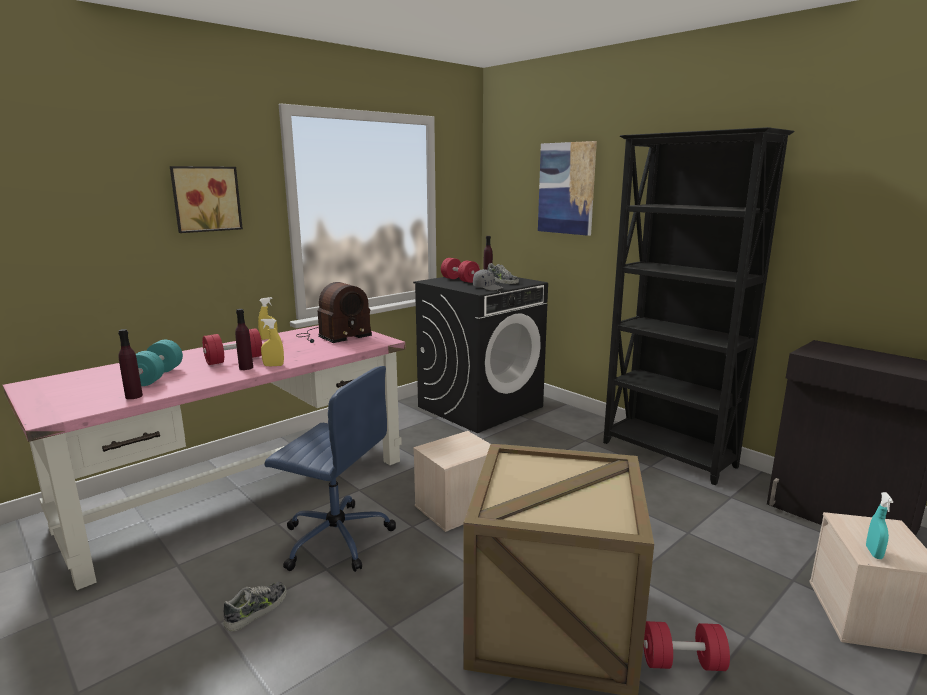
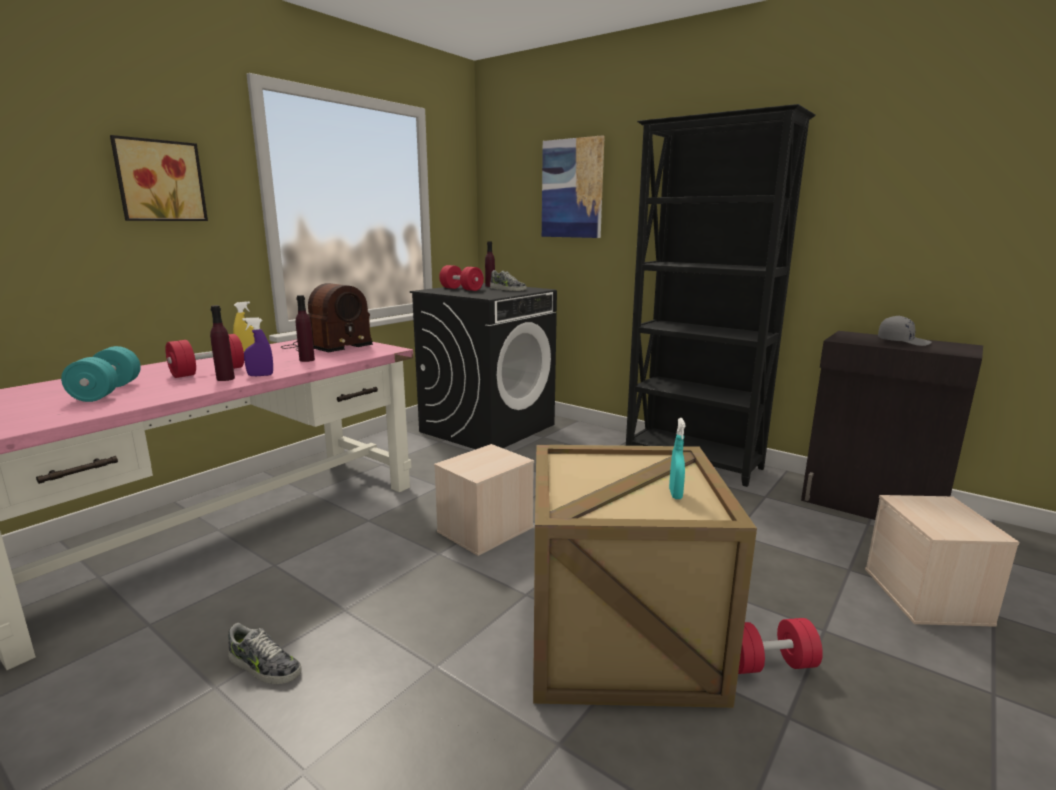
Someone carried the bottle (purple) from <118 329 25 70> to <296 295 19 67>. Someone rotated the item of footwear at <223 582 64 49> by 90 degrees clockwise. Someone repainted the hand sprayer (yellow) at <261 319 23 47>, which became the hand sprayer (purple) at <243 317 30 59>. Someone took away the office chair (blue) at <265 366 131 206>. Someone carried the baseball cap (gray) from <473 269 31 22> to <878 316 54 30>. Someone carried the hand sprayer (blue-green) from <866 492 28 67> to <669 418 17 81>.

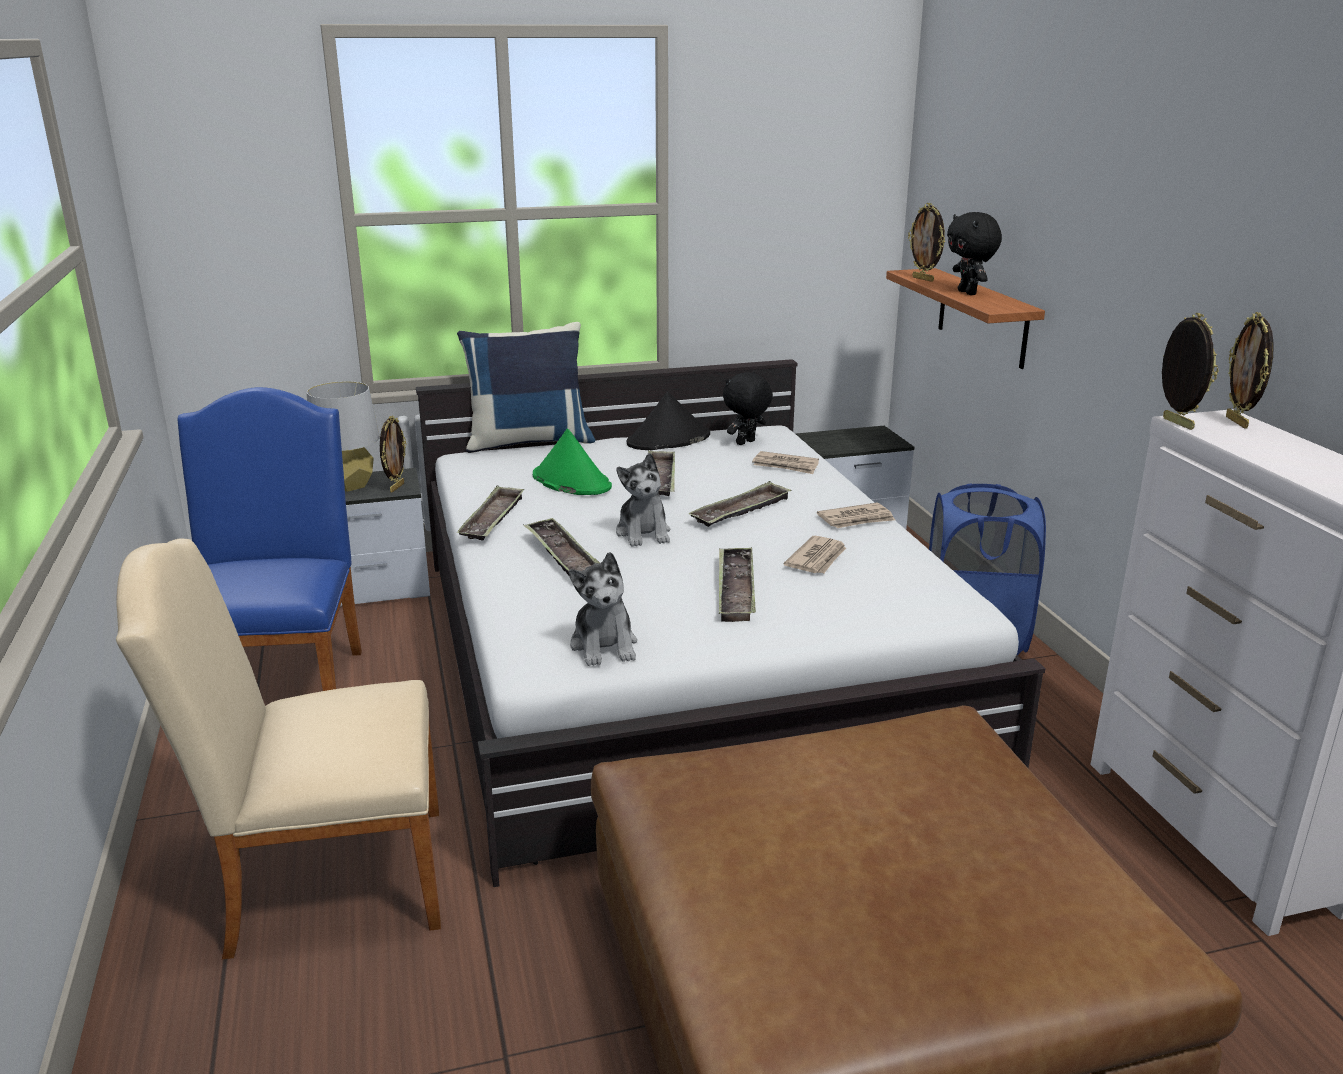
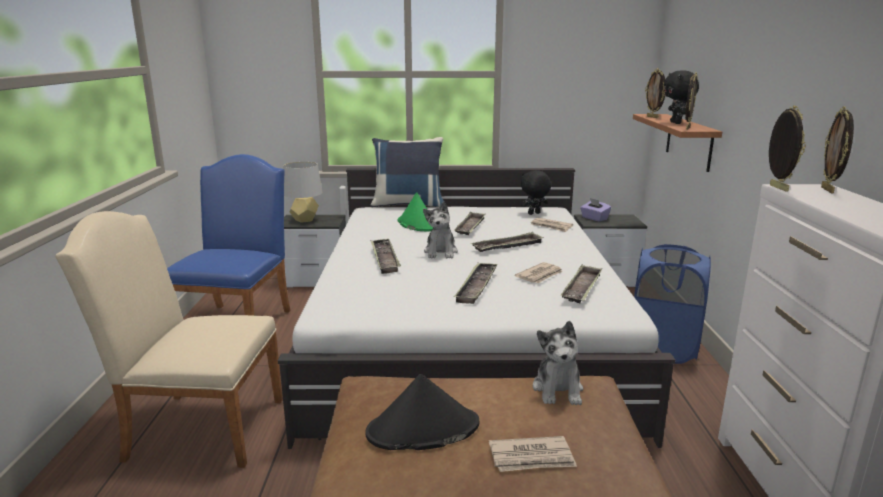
Someone carried the picture frame from <380 416 26 77> to <685 72 13 58>. Someone carried the serving tray from <457 486 67 55> to <561 264 41 40>. Someone carried the cuddly toy from <569 552 68 114> to <533 321 50 84>. Someone carried the wearable hat (blackish) from <627 392 83 58> to <365 374 114 76>. Someone carried the daily paper from <817 503 78 25> to <489 436 88 36>. Someone put down the tissue box (purple) at <580 198 31 24>.

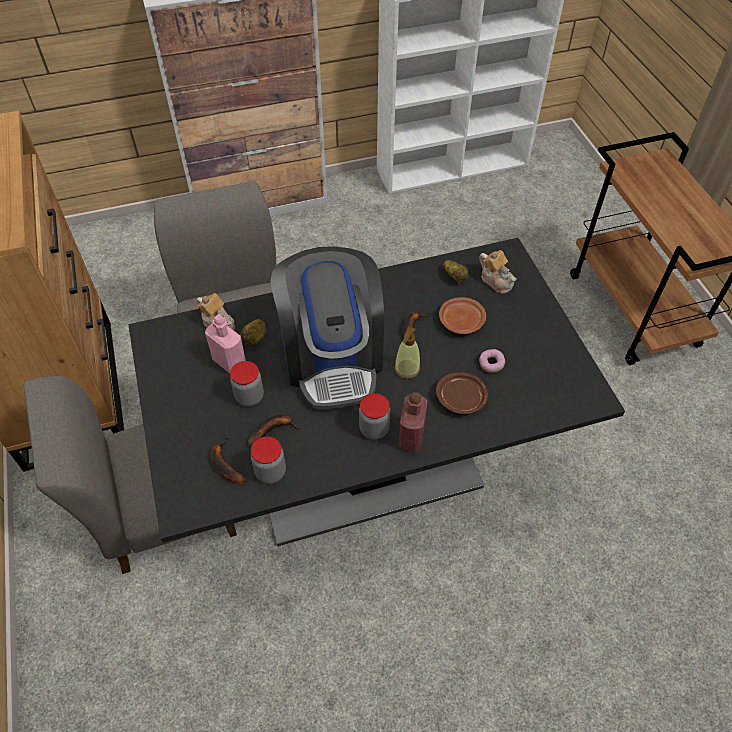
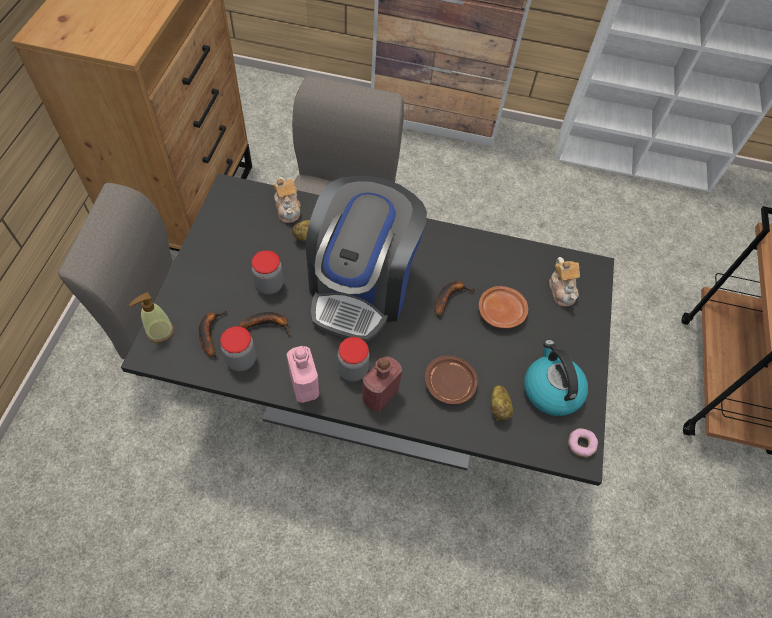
Someone carried the bottle (pink) from <205 314 41 59> to <287 346 32 57>. Someone carried the liquid soap bottle from <394 326 26 53> to <129 292 45 51>. Someone carried the whole potato from <443 260 26 23> to <491 385 22 36>. Someone carried the donut from <479 349 26 24> to <568 428 30 29>. Someone put down the kettle at <524 340 64 76>.

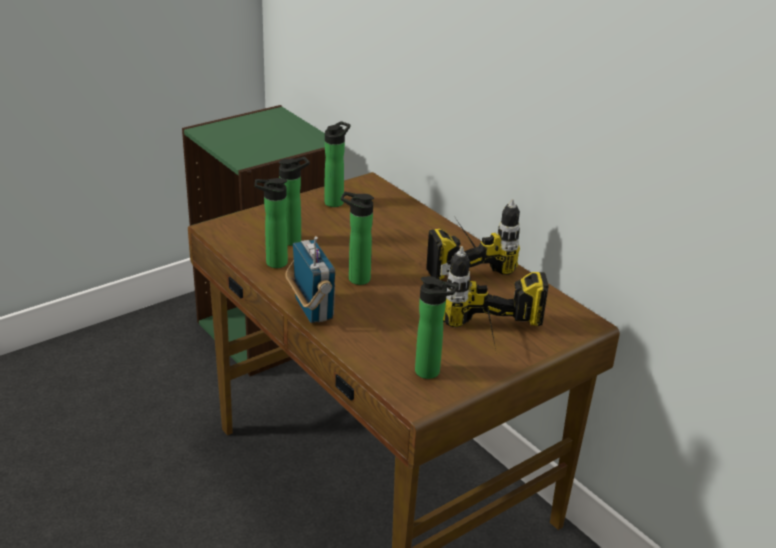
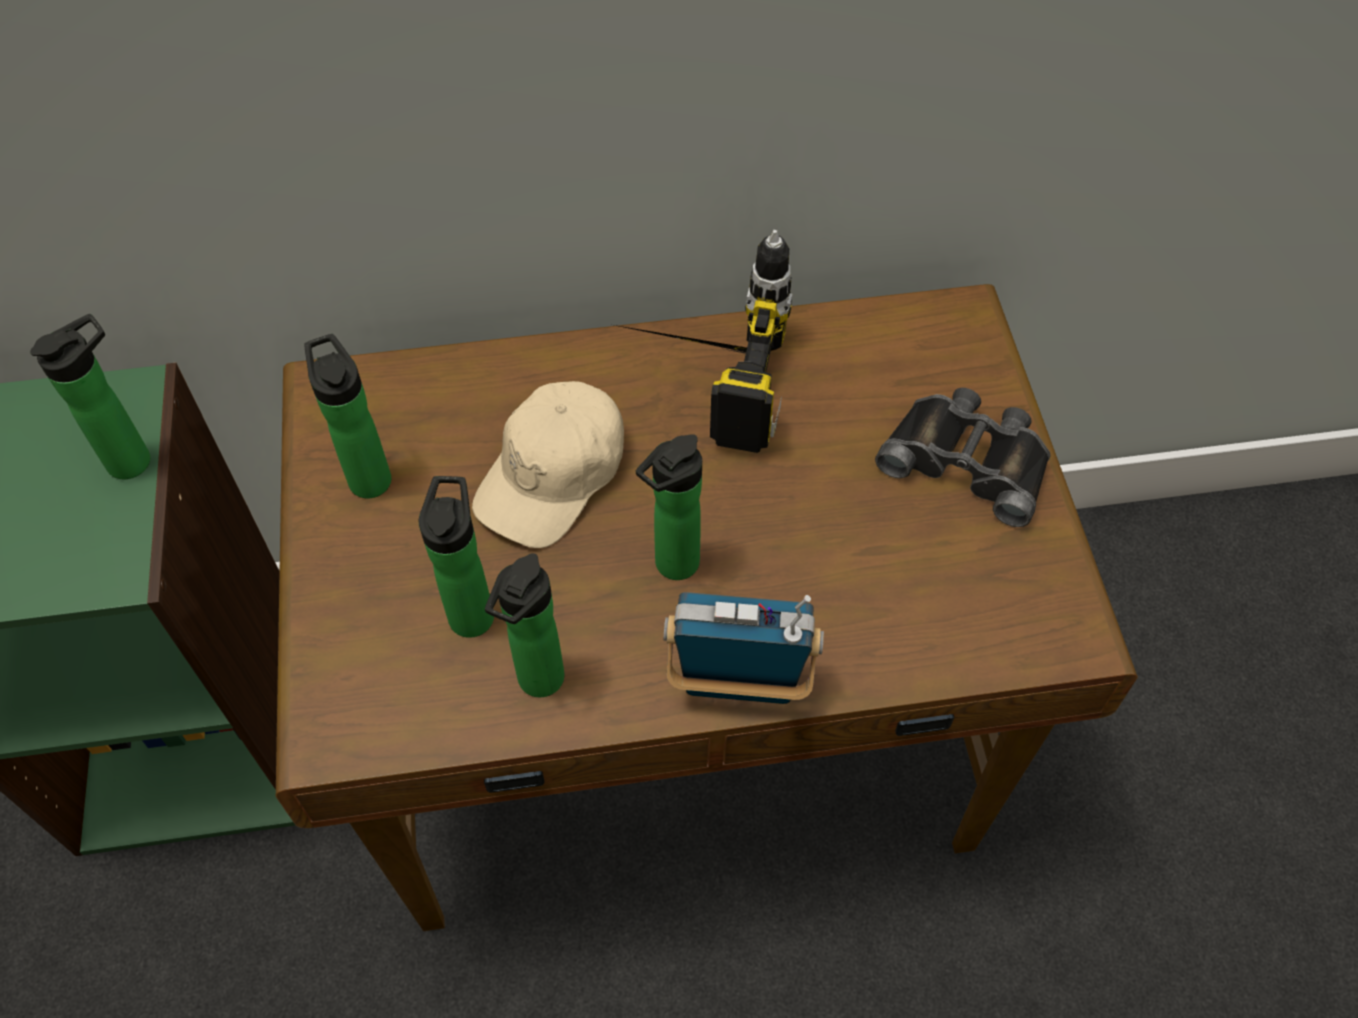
Someone carried the bottle from <415 276 44 103> to <30 314 120 165>. Someone swapped the drill at <443 246 106 103> for the field glasses (blackish) at <875 388 176 139>. Someone put down the baseball cap (beige) at <472 381 152 167>.

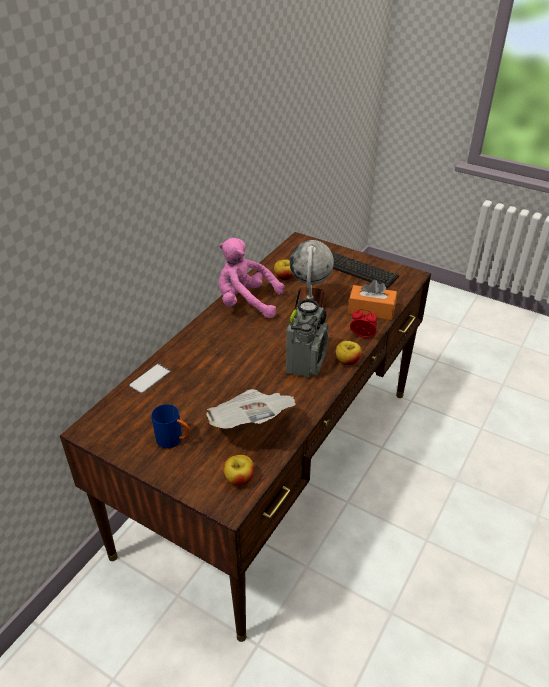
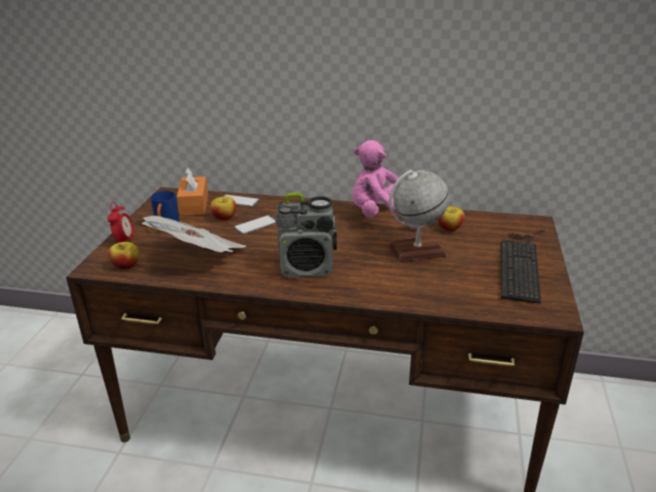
Someone rotated the cuddly toy (pink) at <219 238 65 80> by 75 degrees counterclockwise. Someone carried the apple fruit from <335 341 26 24> to <210 196 26 24>. Someone carried the tissue box (orangey) from <348 280 49 40> to <177 168 31 48>. Someone carried the table clock from <350 309 27 29> to <107 202 27 41>. Someone put down the handset at <234 215 41 19>.

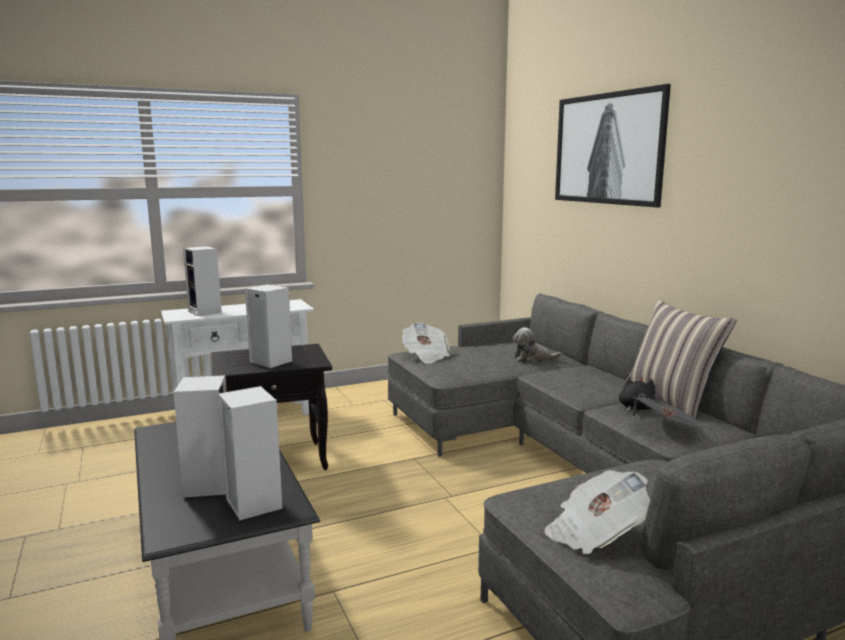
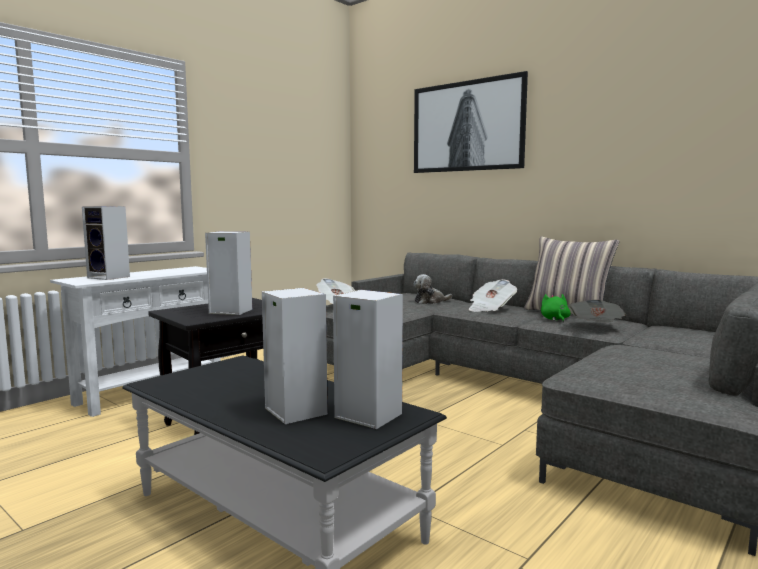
Someone carried the daily paper from <544 470 107 84> to <469 279 48 33>. Someone repainted the cuddly toy (blackish) at <619 376 37 40>, which became the cuddly toy (green) at <541 294 30 28>.

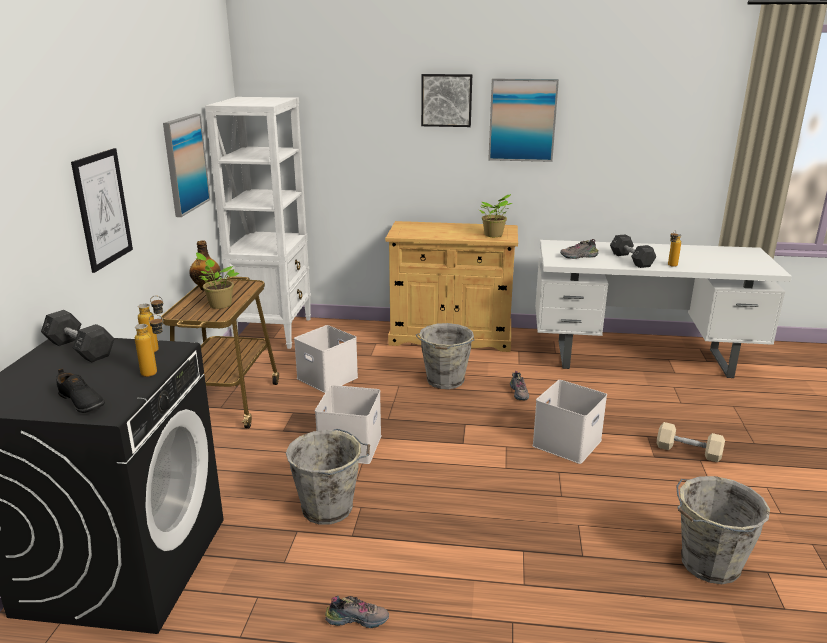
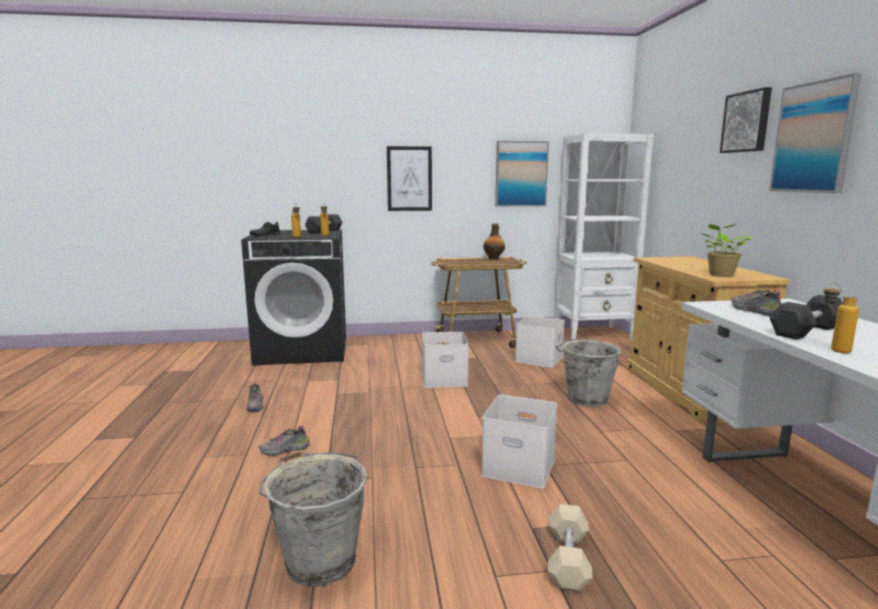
Someone took away the potted plant at <195 252 45 57>. Someone took away the bucket (gray) at <286 429 84 96>. Someone carried the item of footwear from <510 371 19 30> to <259 426 51 29>.

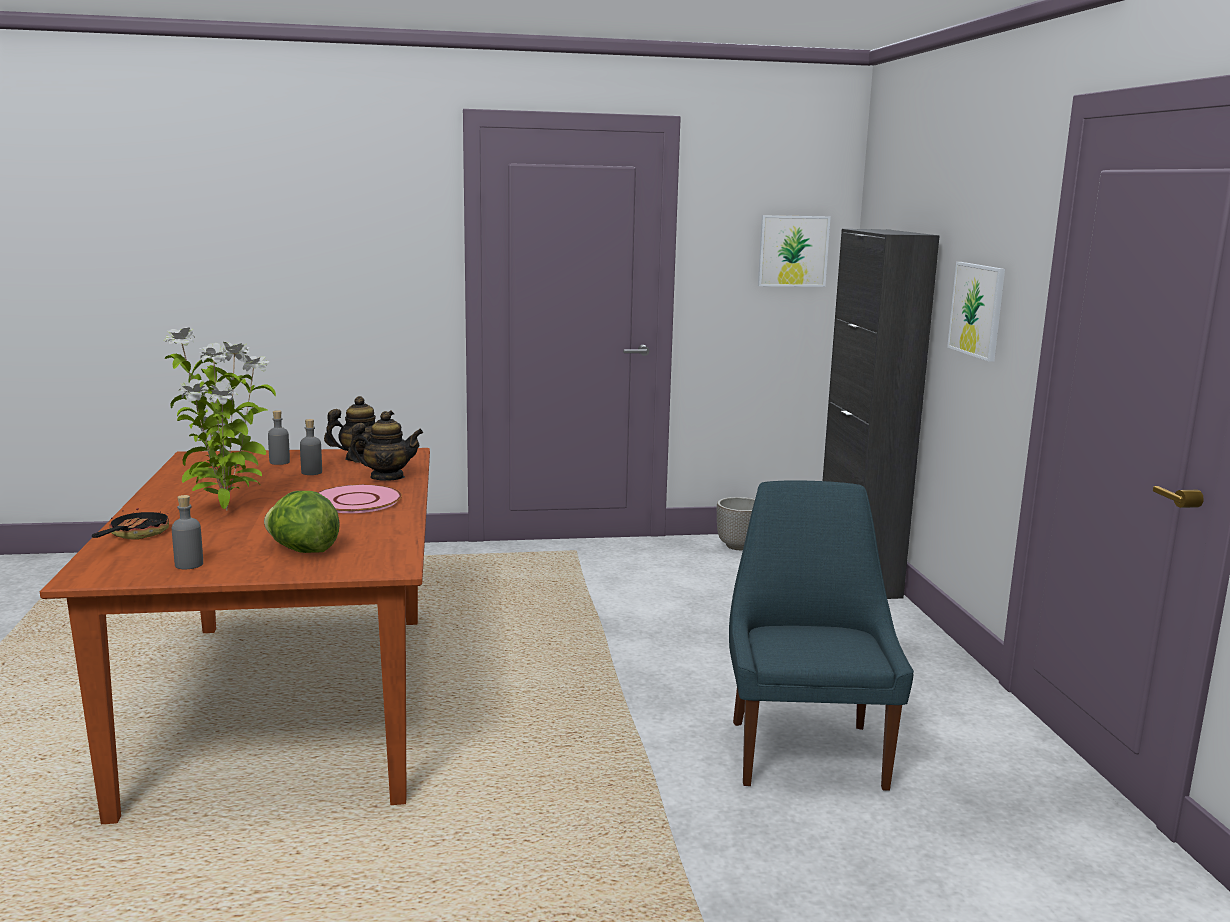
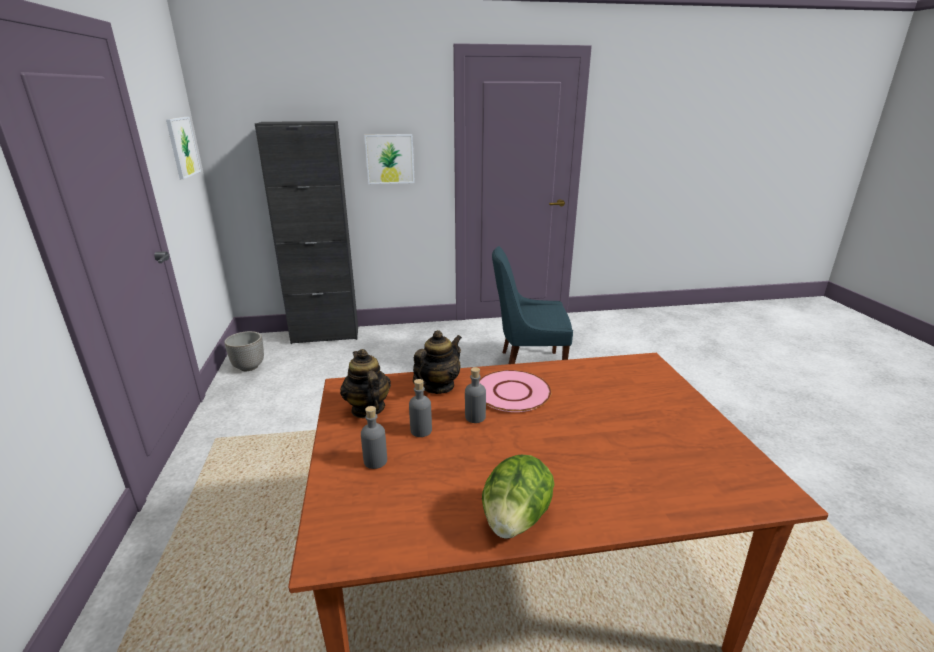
Someone took away the pan at <92 508 77 32>. Someone took away the potted plant at <164 327 112 183>. Someone carried the bottle (gray) from <172 495 31 74> to <465 367 21 56>. Someone carried the lettuce from <264 491 76 62> to <482 455 73 84>. Someone rotated the teapot at <348 411 75 70> by 45 degrees clockwise.

